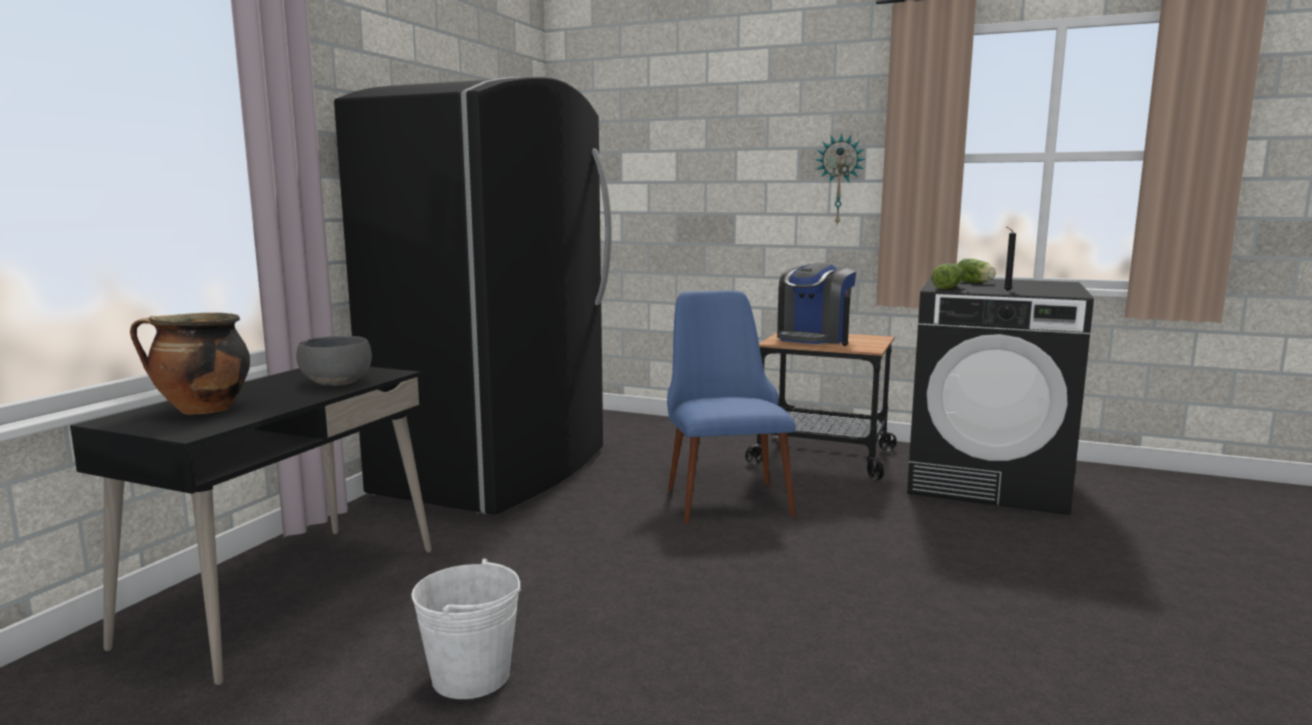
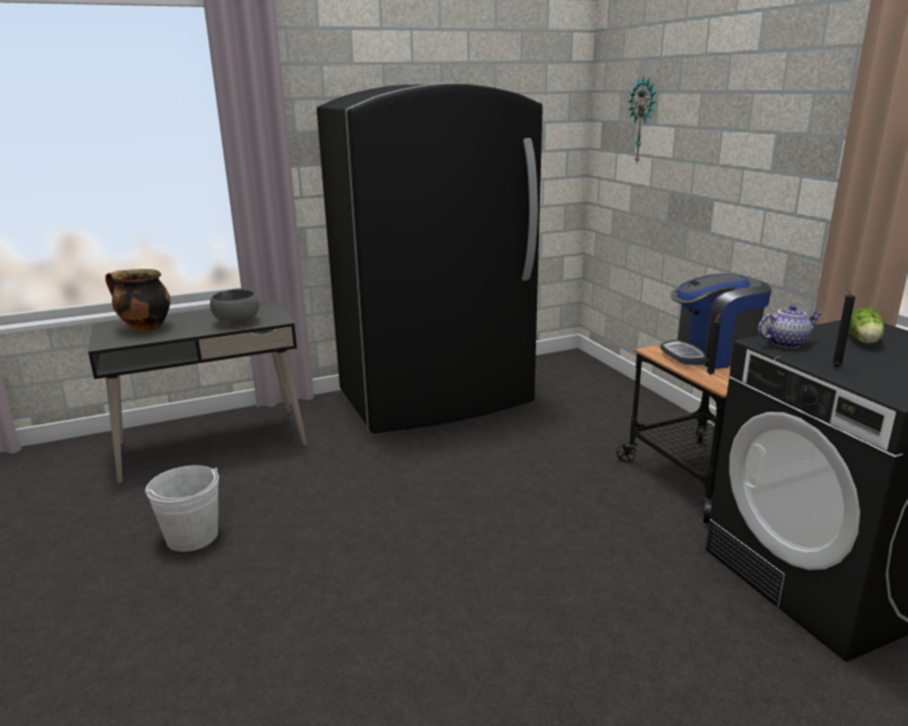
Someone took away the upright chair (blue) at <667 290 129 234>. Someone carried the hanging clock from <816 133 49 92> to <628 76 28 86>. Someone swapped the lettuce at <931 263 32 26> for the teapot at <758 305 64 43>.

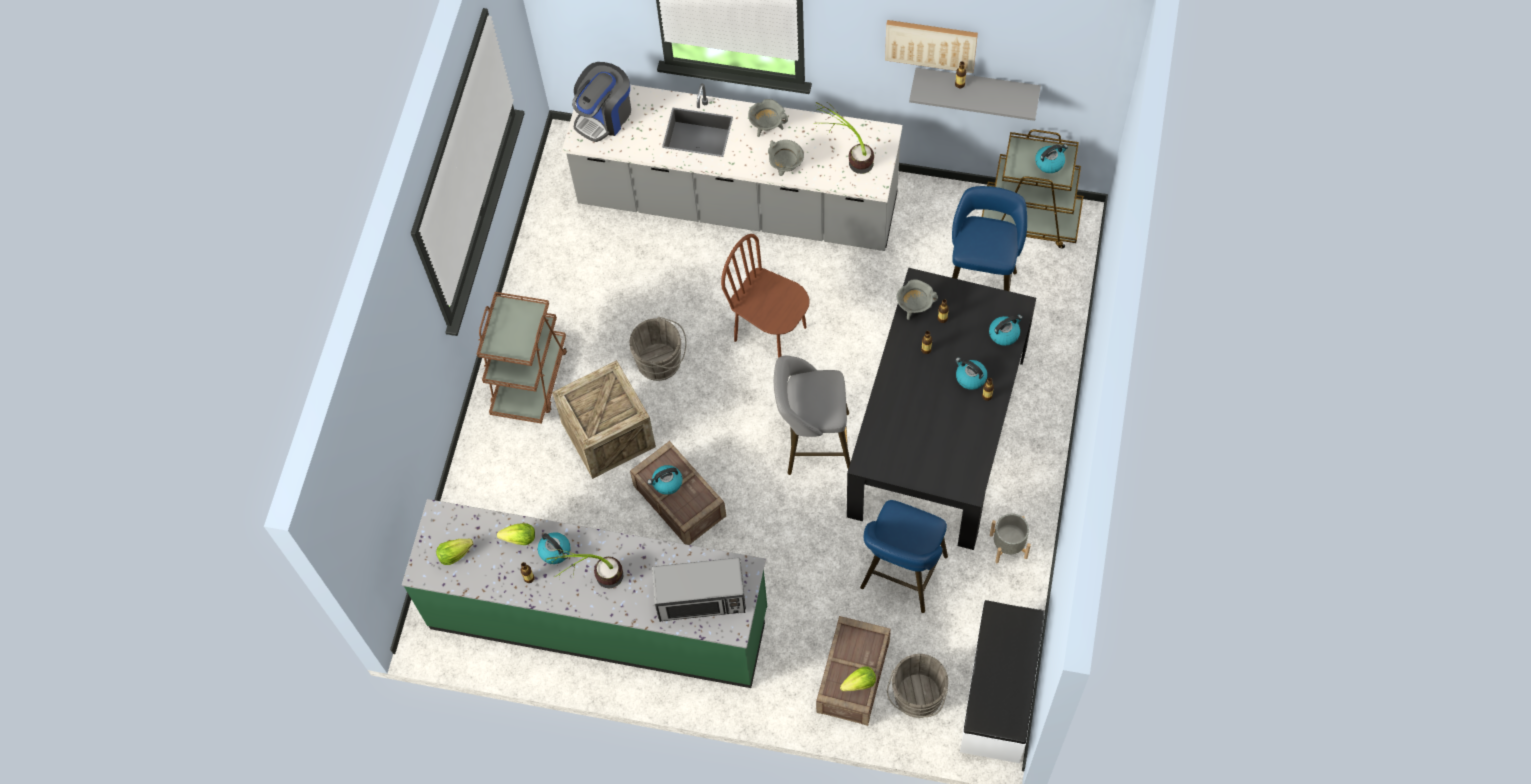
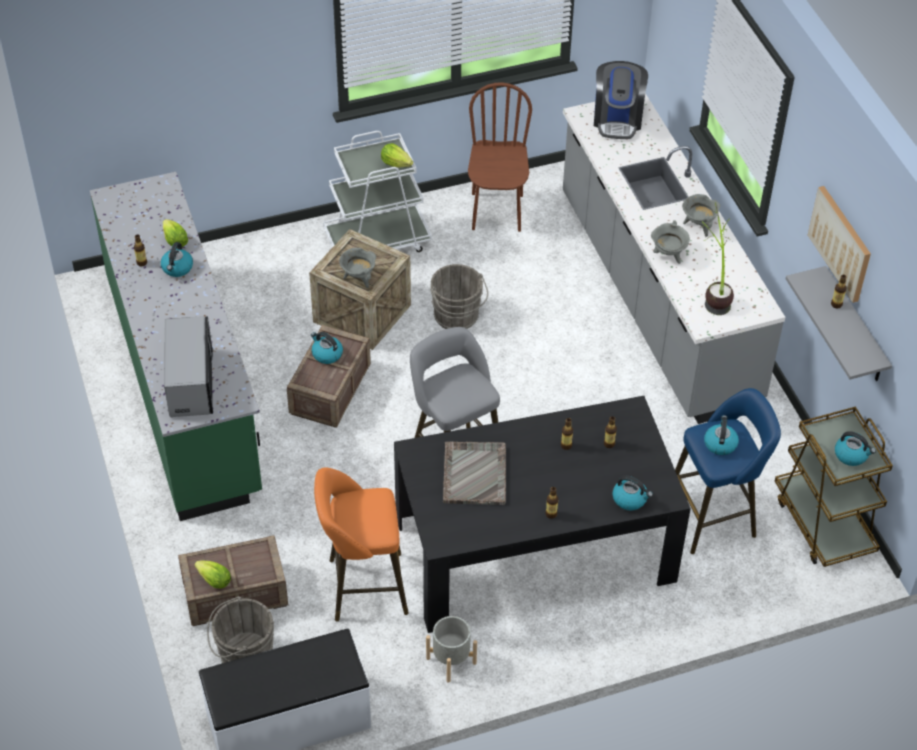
Someone carried the lettuce from <436 539 37 26> to <381 143 32 24>. Someone repainted the cart (brownish) at <477 292 90 132>, which became the cart (whitish) at <323 131 109 121>. Someone took away the potted plant at <547 549 77 39>. Someone rotated the coffee brewer at <572 62 59 80> by 90 degrees counterclockwise. Someone rotated the microwave oven at <652 558 94 64> by 150 degrees counterclockwise. Someone carried the upright chair (brownish) from <721 234 89 124> to <468 82 64 150>. Someone repainted the sitting stool (blue) at <860 500 88 113>, which became the sitting stool (orangey) at <314 467 95 154>. Someone carried the cooking pot (gray) from <897 279 41 41> to <339 248 37 40>. Someone carried the kettle from <955 357 32 33> to <704 415 35 40>. Someone put down the serving tray (gray) at <443 442 63 63>.

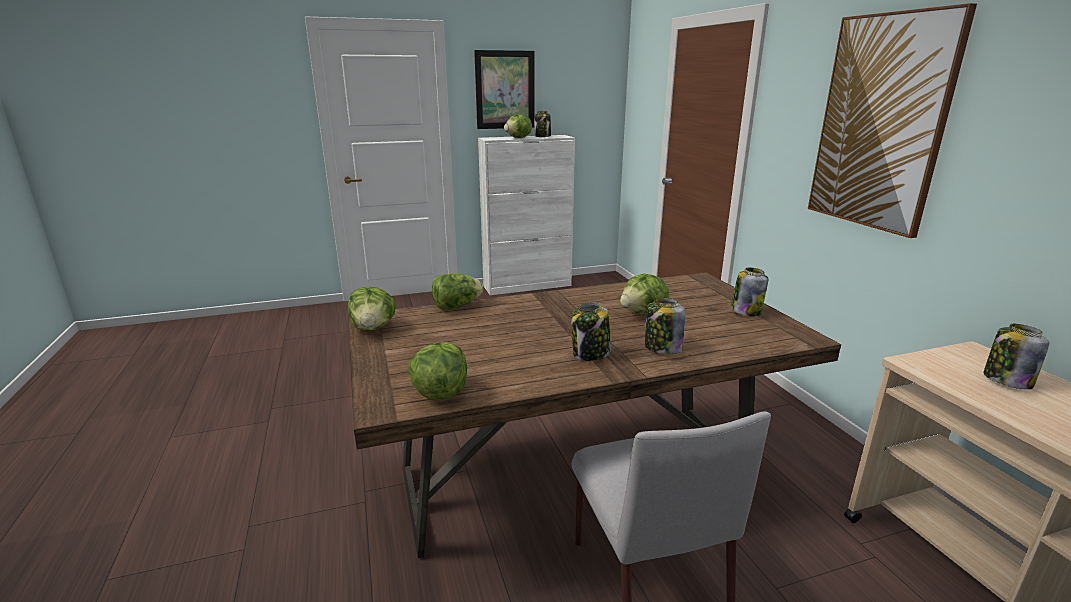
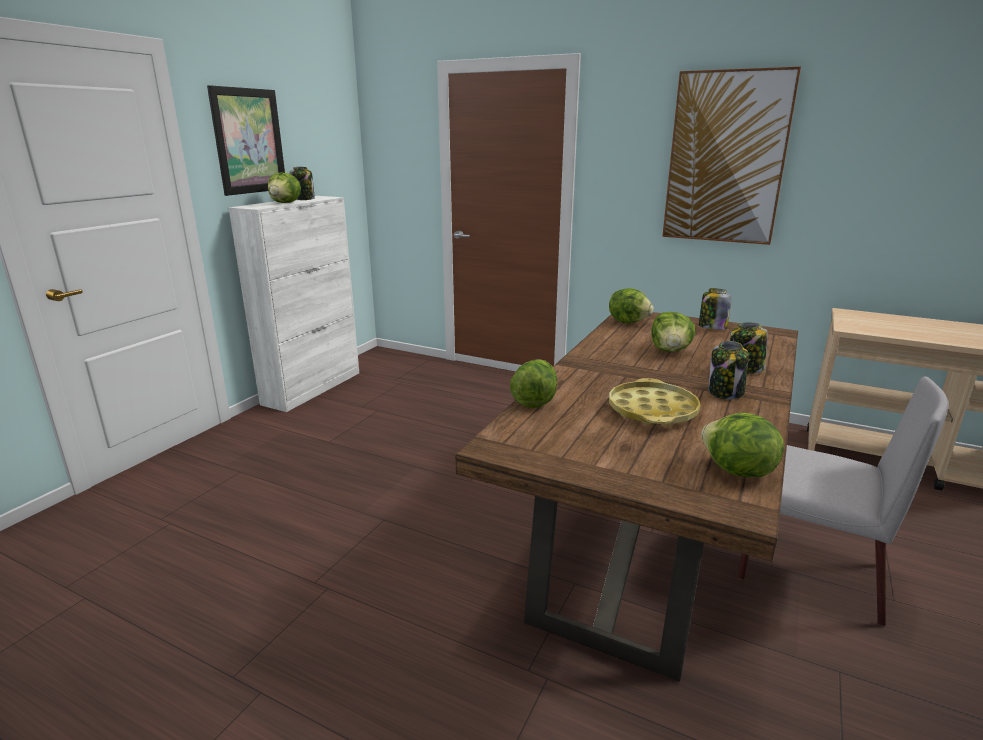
Someone carried the lettuce from <348 287 48 44> to <609 288 45 35>. Someone took away the preserve jar at <983 324 66 66>. Someone put down the serving tray (yellow) at <609 378 92 48>.

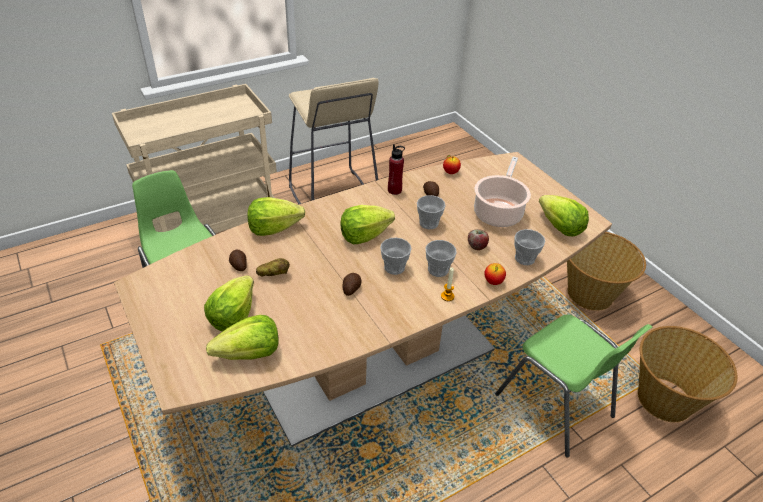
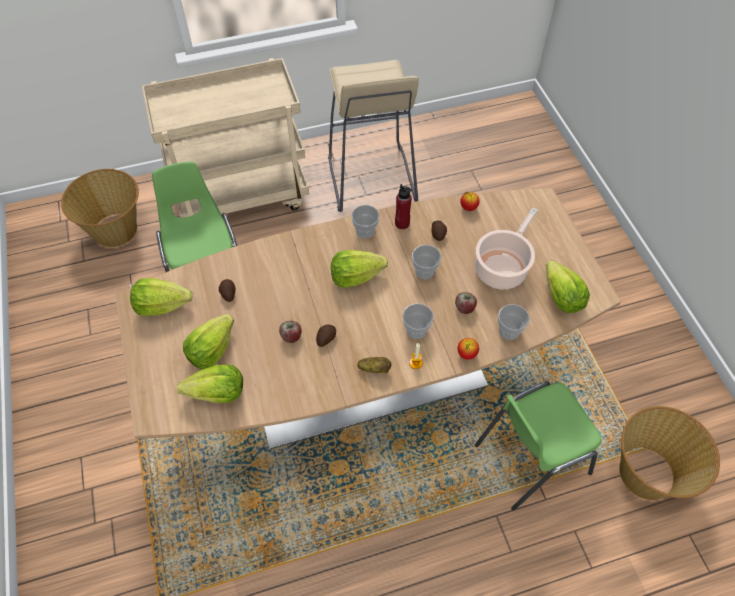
Someone carried the lettuce from <247 197 58 39> to <130 278 63 38>. Someone carried the whole potato from <256 258 34 18> to <357 357 35 16>. Someone carried the small cup from <380 238 32 37> to <351 205 29 34>. Someone rotated the upright chair (green) at <495 314 157 143> by 90 degrees clockwise. Someone carried the basket from <567 232 79 79> to <61 169 78 78>. Someone put down the apple fruit at <279 321 23 22>.

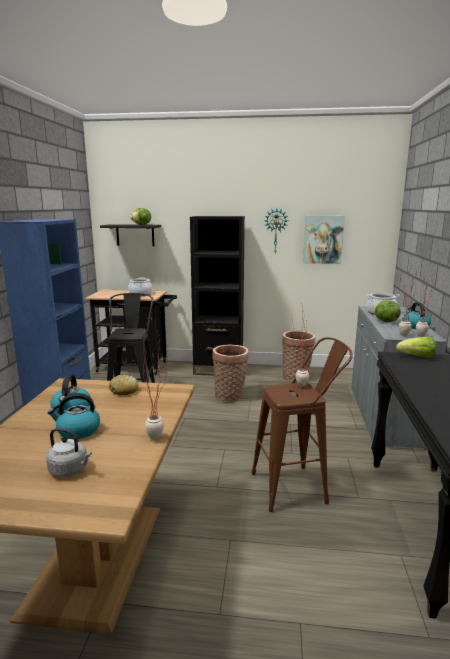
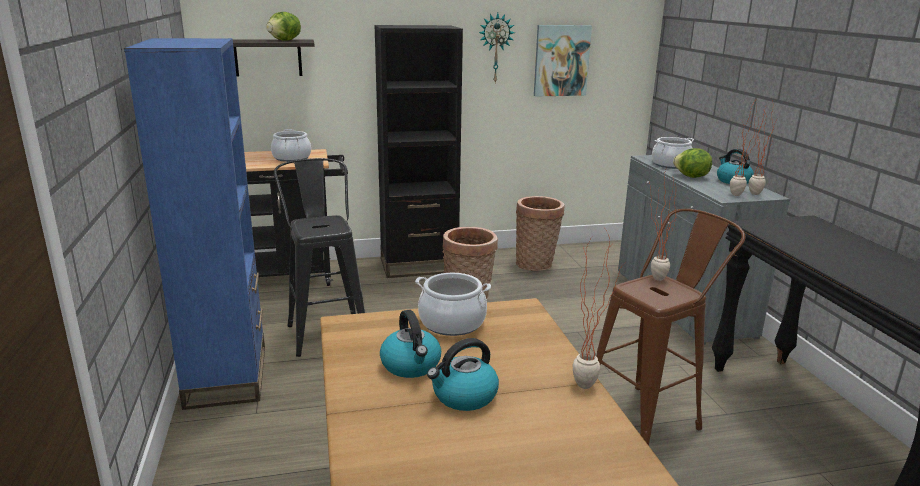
Someone took away the kettle (gray) at <46 428 46 49>. Someone swapped the baked bread at <109 375 30 20> for the cooking pot at <415 273 76 63>. Someone took away the lettuce at <396 337 40 21>.

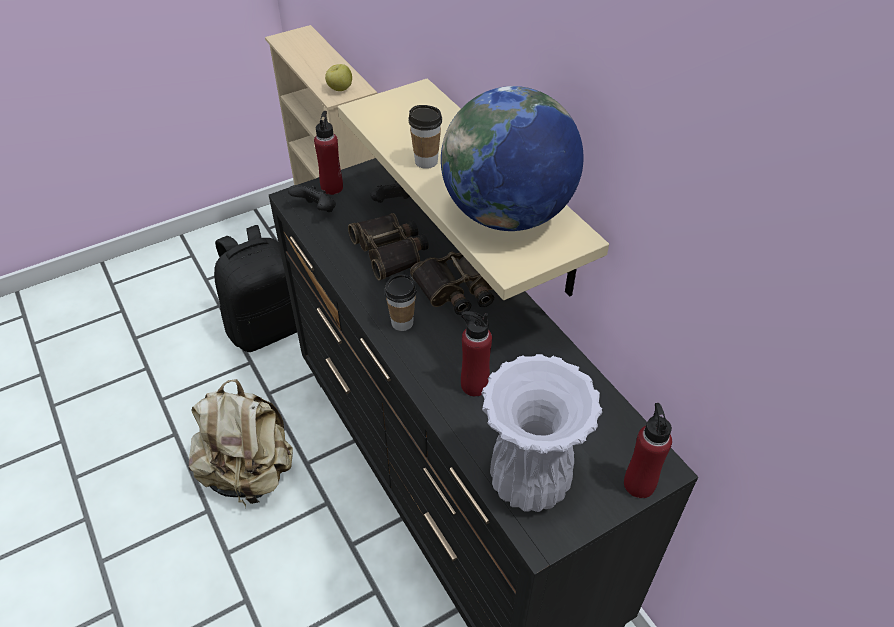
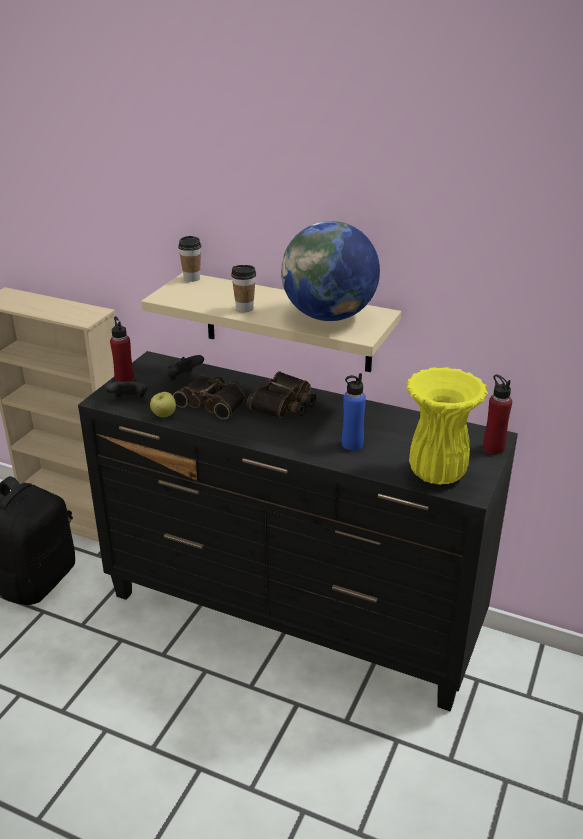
Someone took away the rucksack (beige) at <189 379 104 129>. Someone carried the apple fruit from <325 64 27 27> to <150 392 26 25>. Someone carried the small cup from <384 274 32 57> to <178 236 23 46>. Someone repainted the bottle (red-coloured) at <461 311 31 86>, which became the bottle (blue) at <342 373 24 78>. Someone repainted the decorative vase (whitish) at <481 354 121 158>, which became the decorative vase (yellow) at <406 367 82 118>.

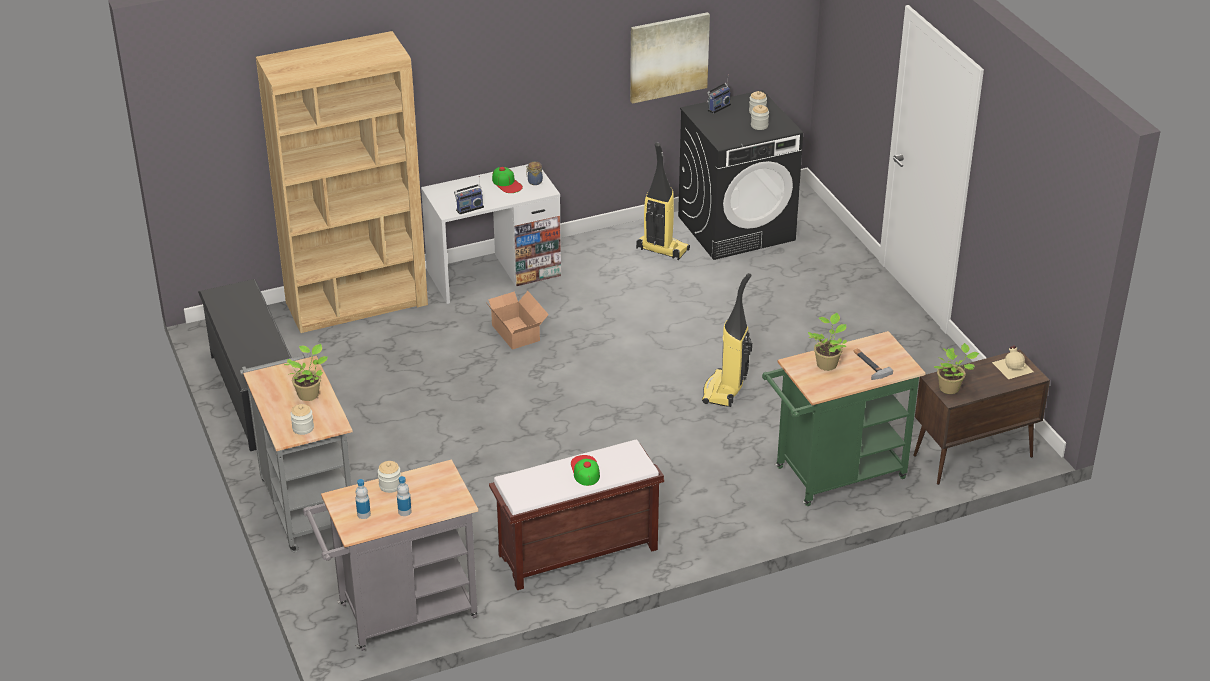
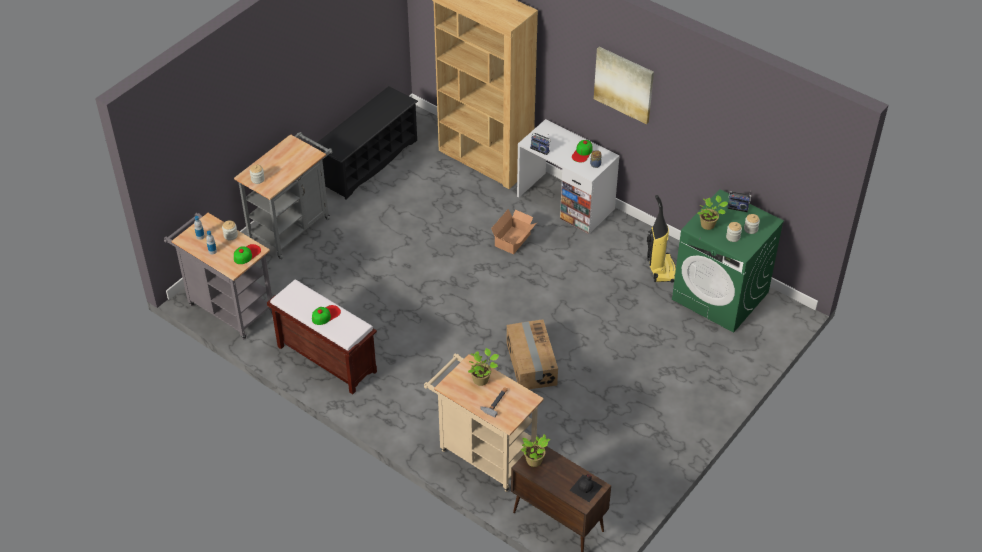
Someone carried the potted plant from <284 344 44 57> to <698 195 30 35>. Someone carried the wall picture from <630 12 80 92> to <594 47 60 77>. Someone repainted the laundry appliance (blackish) at <678 90 125 170>, which became the laundry appliance (green) at <672 189 112 144>. Someone swapped the hoover at <702 273 50 134> for the carton at <506 319 52 70>. Someone repainted the cart (green) at <762 331 164 175>, which became the cart (beige) at <424 354 120 138>. Someone repainted the bottle (beige) at <992 346 42 33>, which became the bottle (blackish) at <569 474 34 28>. Someone put down the baseball cap at <234 244 27 20>.

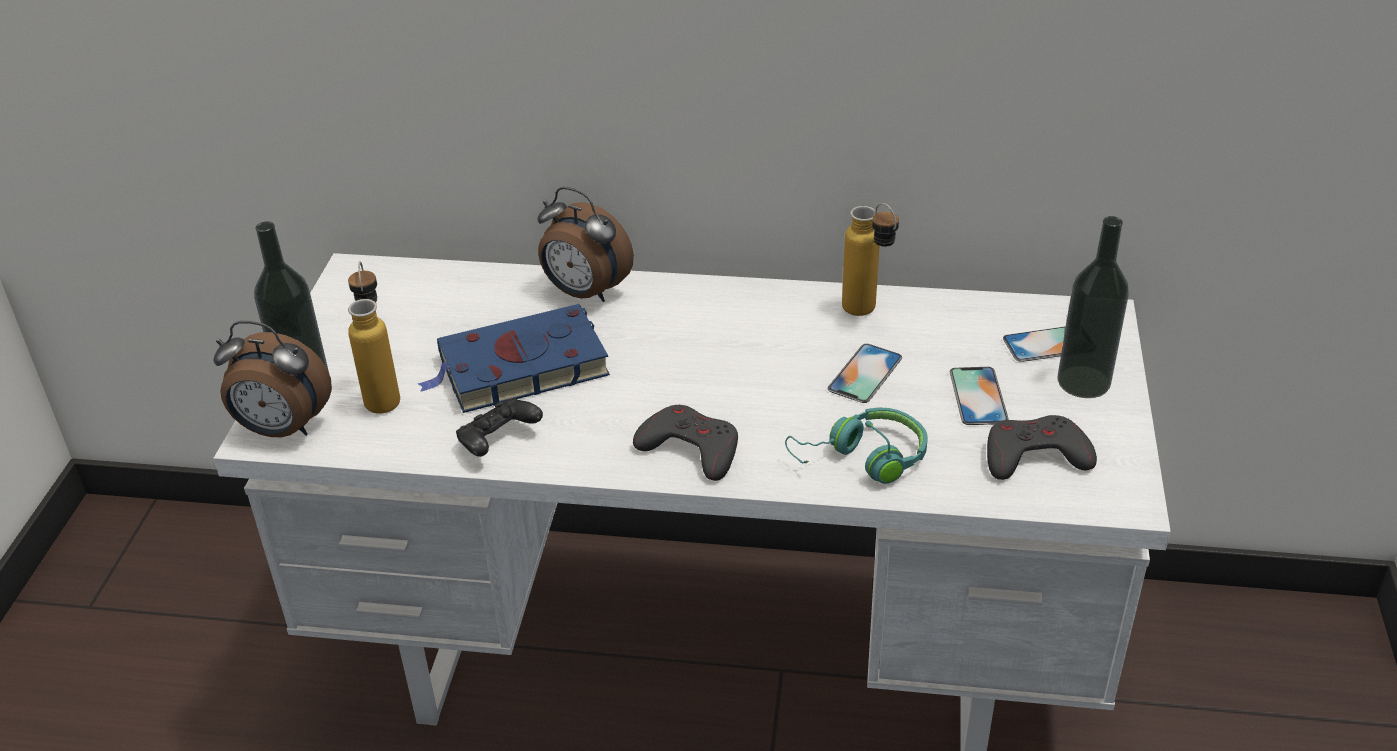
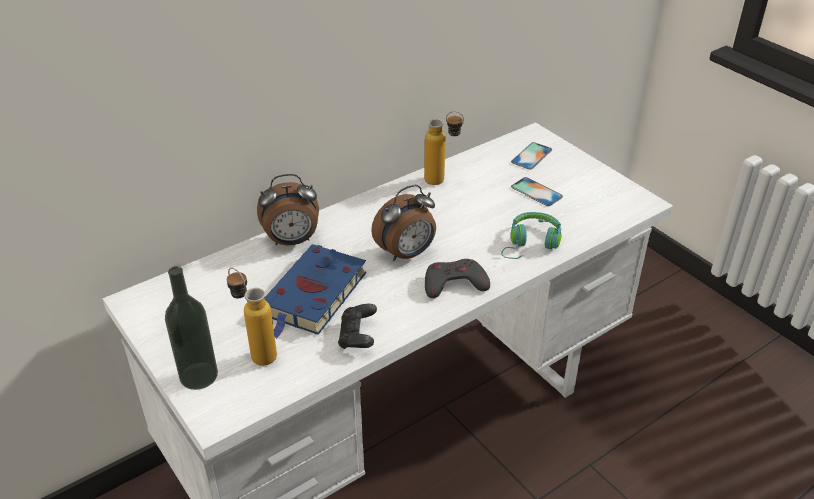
Someone carried the table clock from <214 321 118 116> to <371 185 65 76>. Someone took away the handset at <828 344 74 59>. Someone took away the game controller (gray) at <987 415 110 65>. Someone took away the bottle at <1058 216 71 182>.

